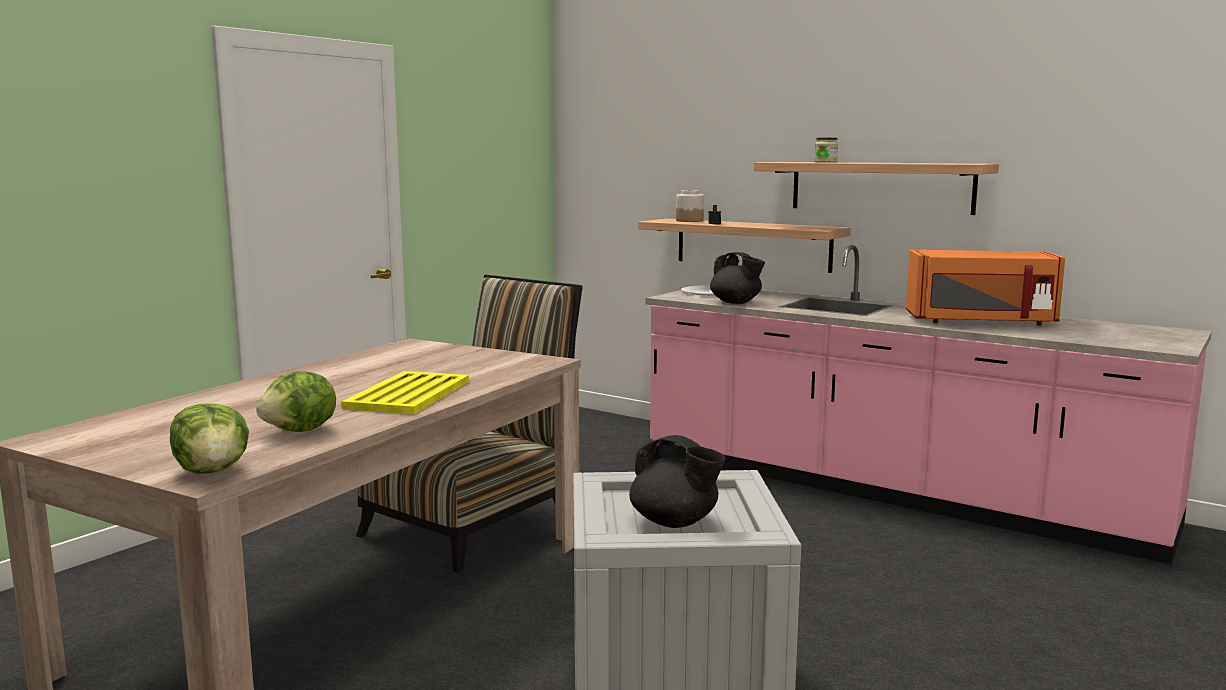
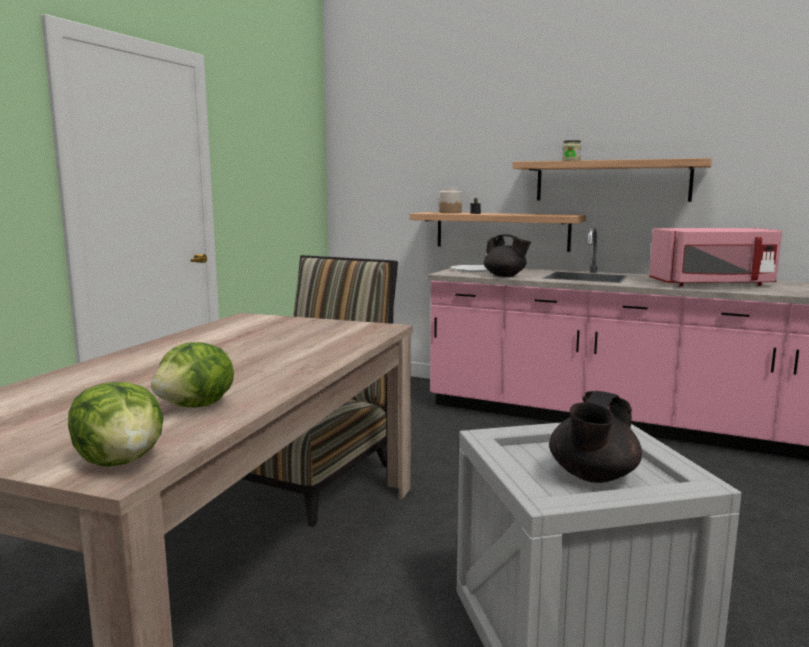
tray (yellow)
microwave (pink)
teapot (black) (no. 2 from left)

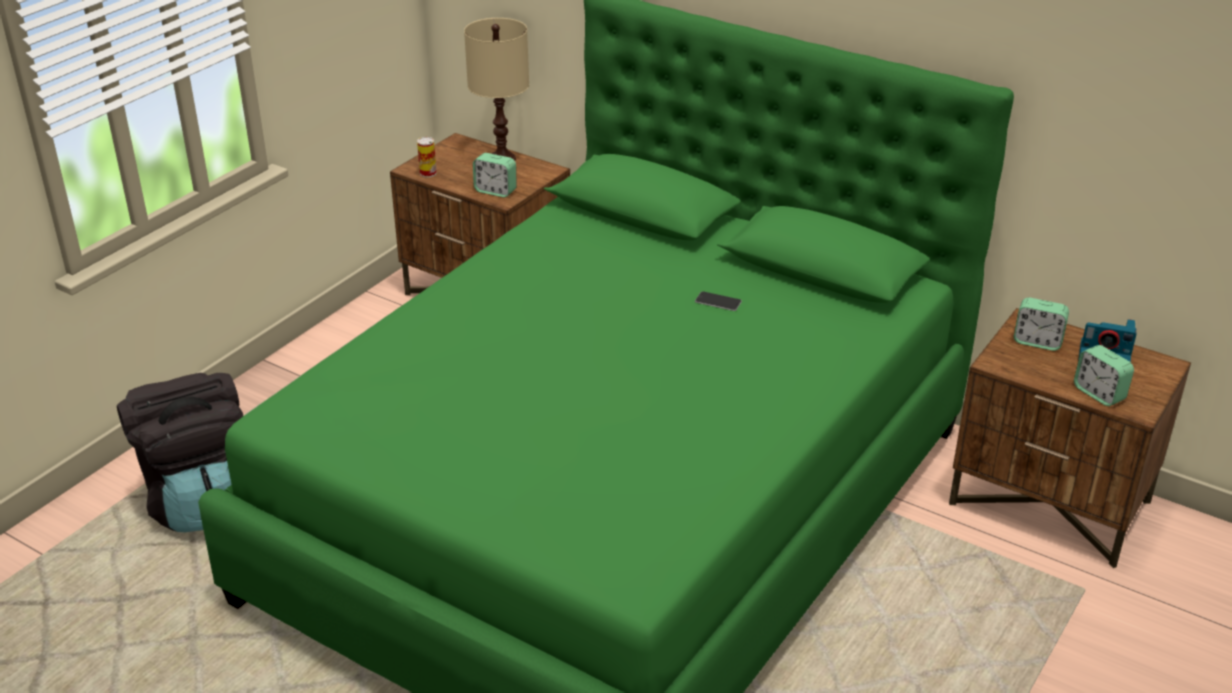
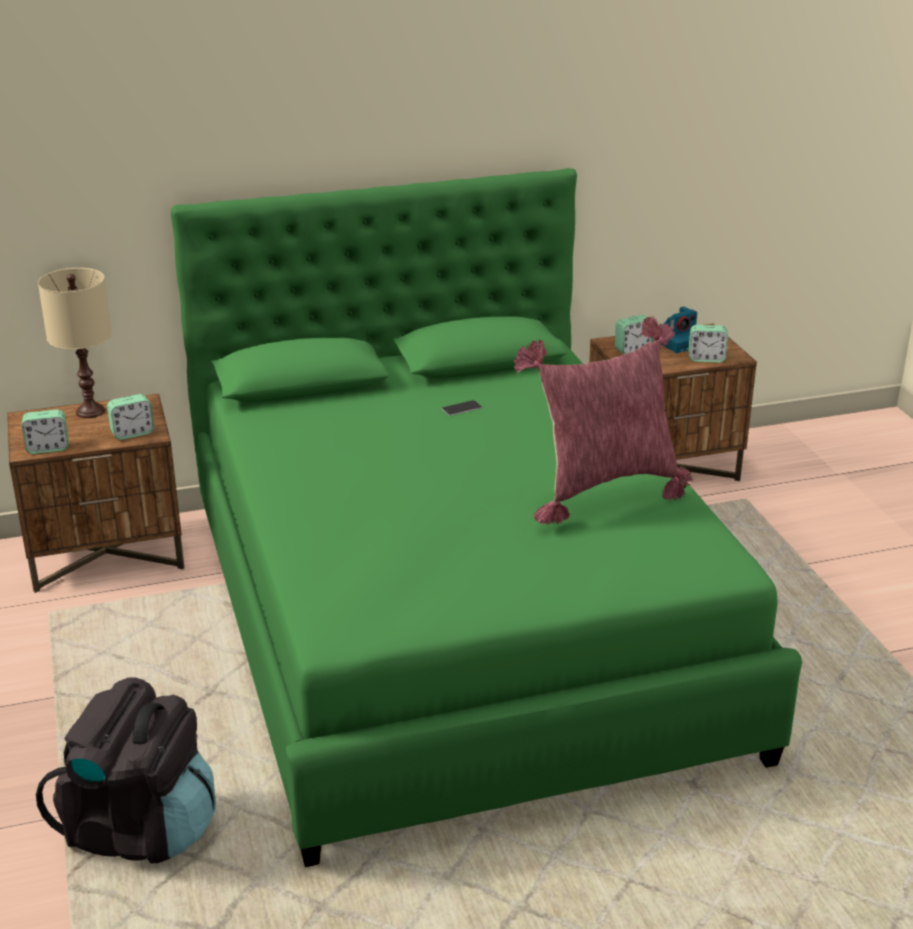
pillow (red)
alarm clock (no. 1 from left)

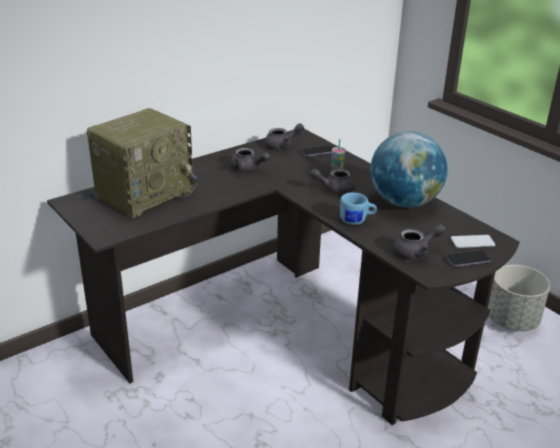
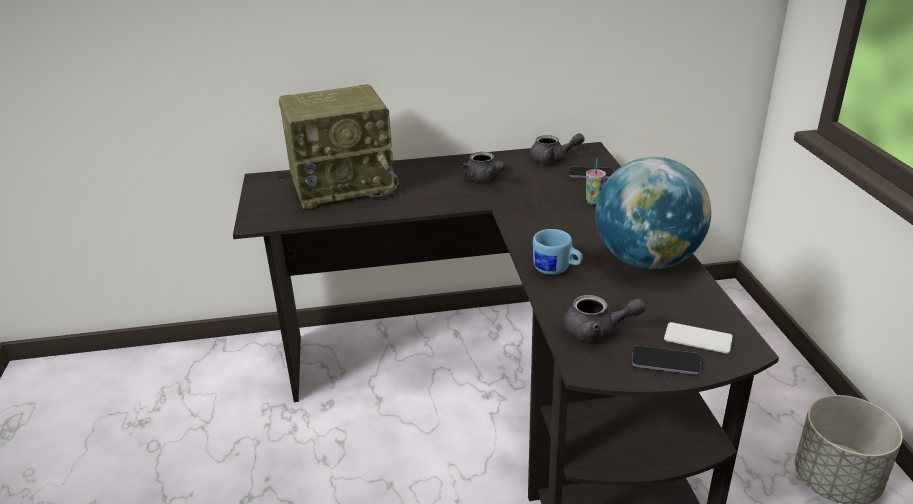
teapot (grey) (no. 3 from left in the first image)

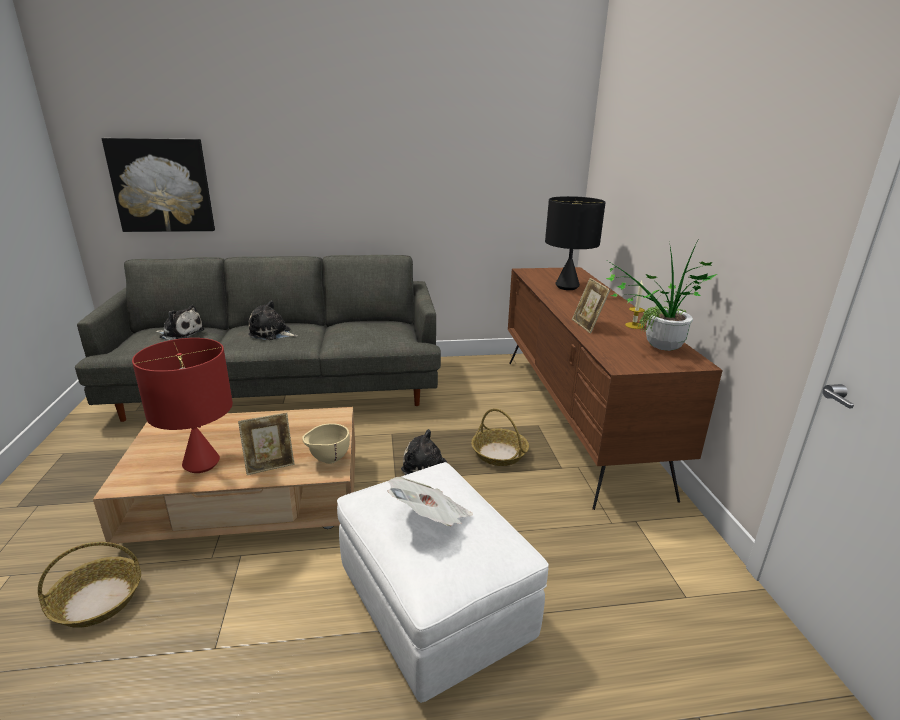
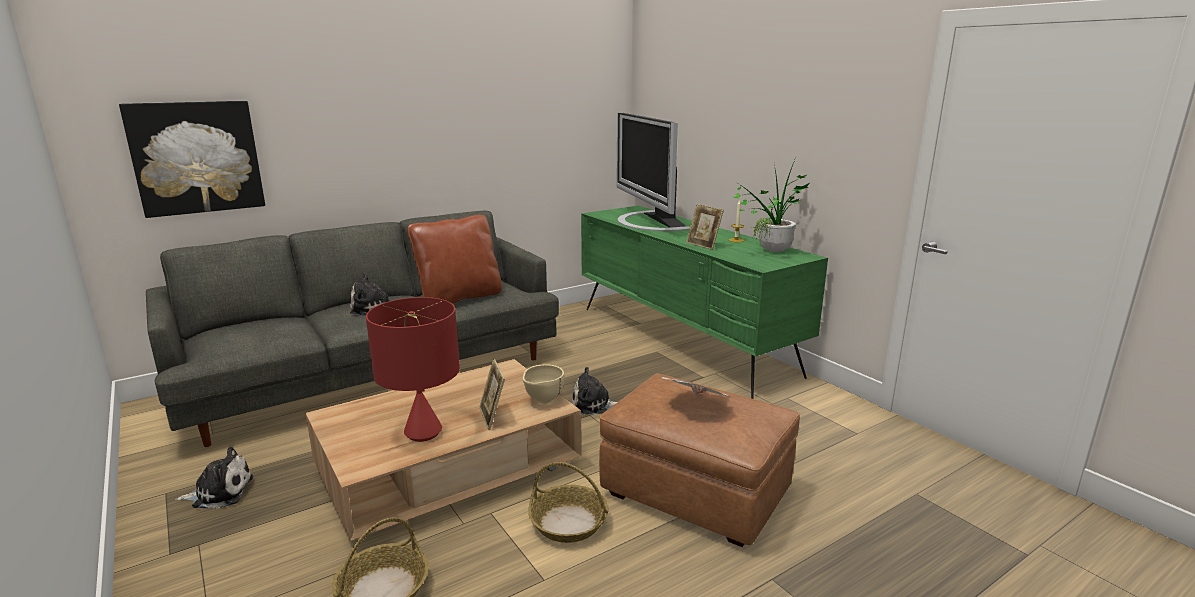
pillow (brown)
plush toy (no. 1 from left)
basket (no. 2 from left)
television
ottoman (brown)
tv stand (green)
picture frame (no. 1 from left)

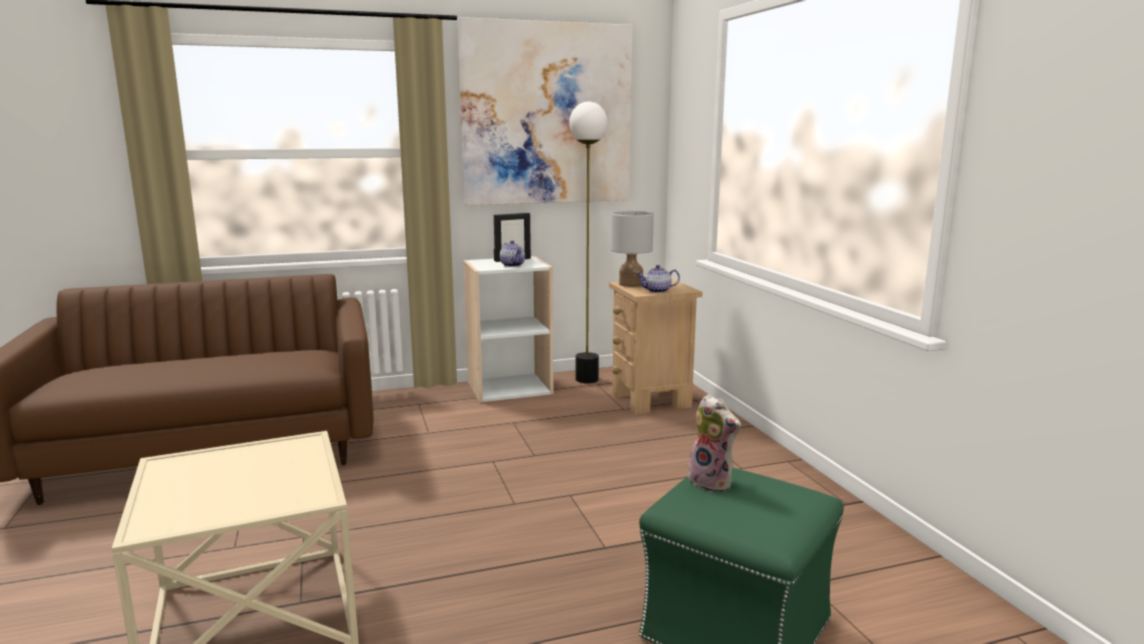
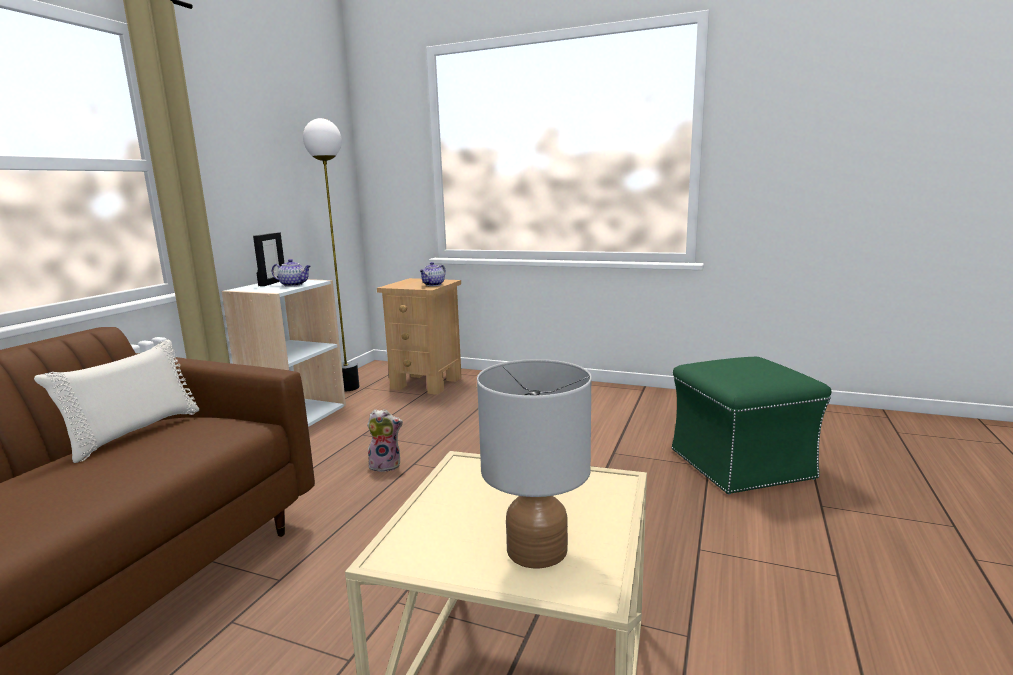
picture
pillow (white)
table lamp (grey)
plush toy

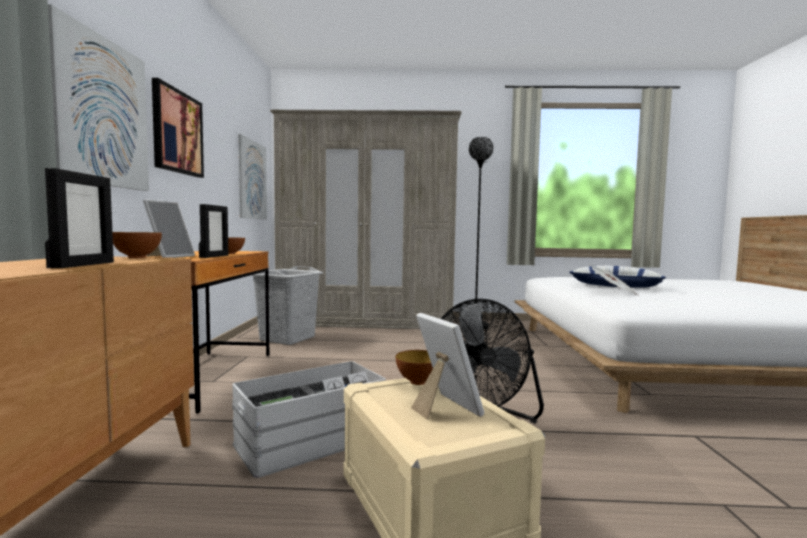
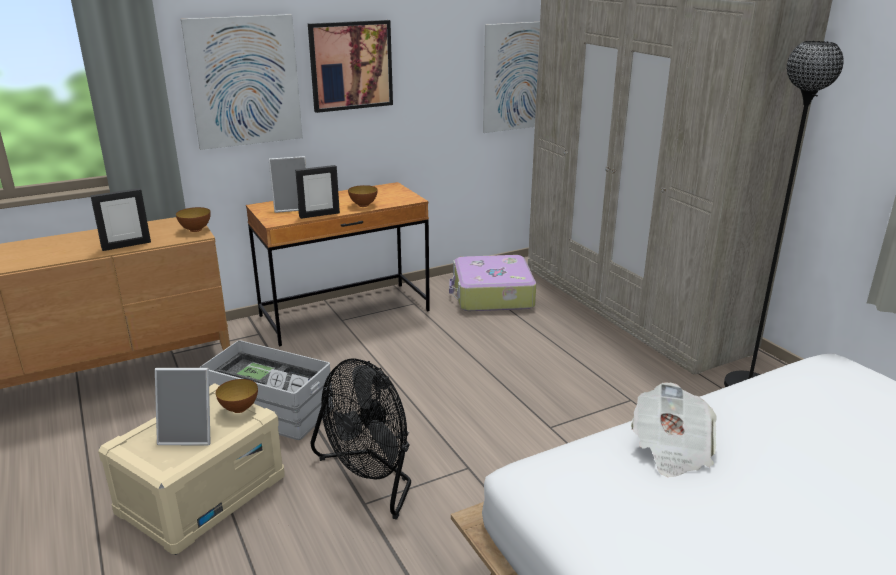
pillow
suitcase
picture frame (no. 2 from left)

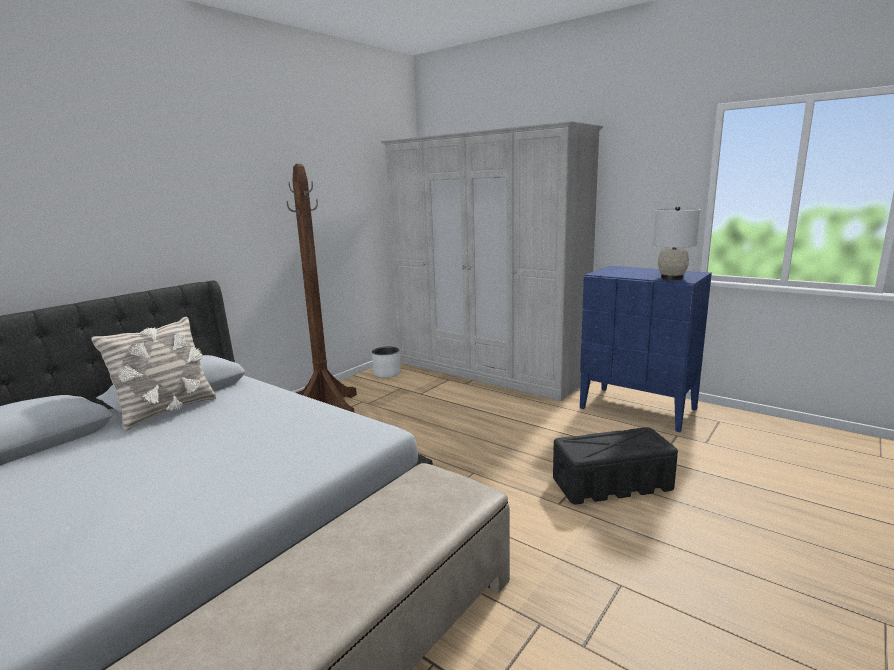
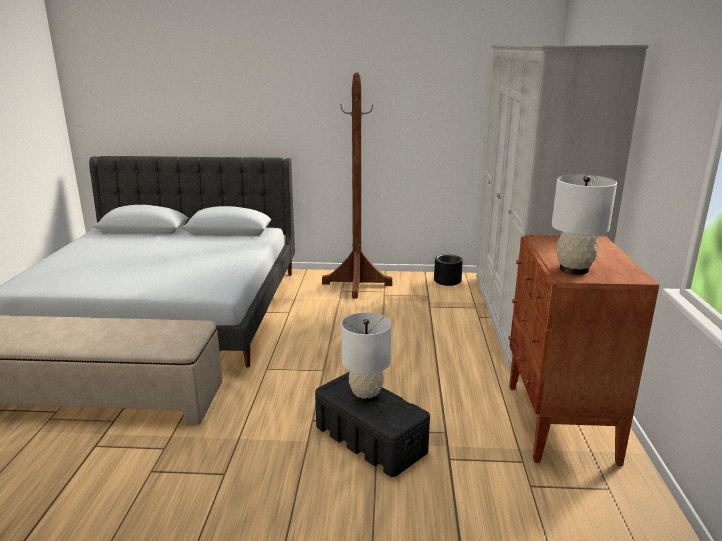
pillow (beige)
table lamp (white) (no. 1 from left)
planter (black)
dresser (brown)

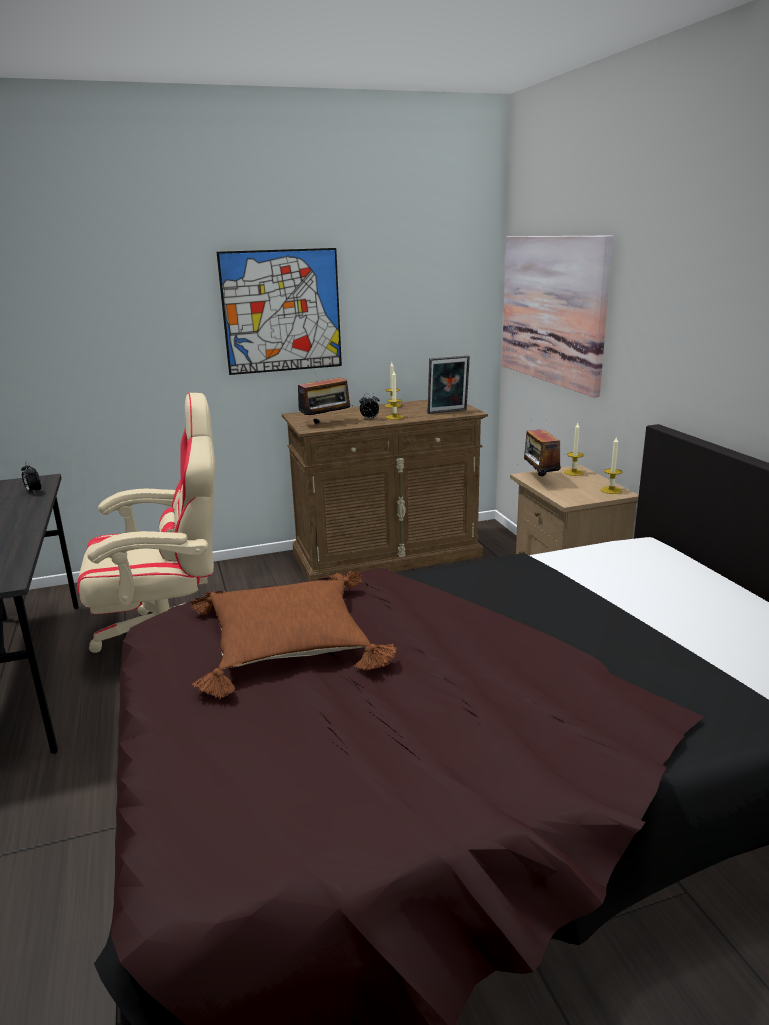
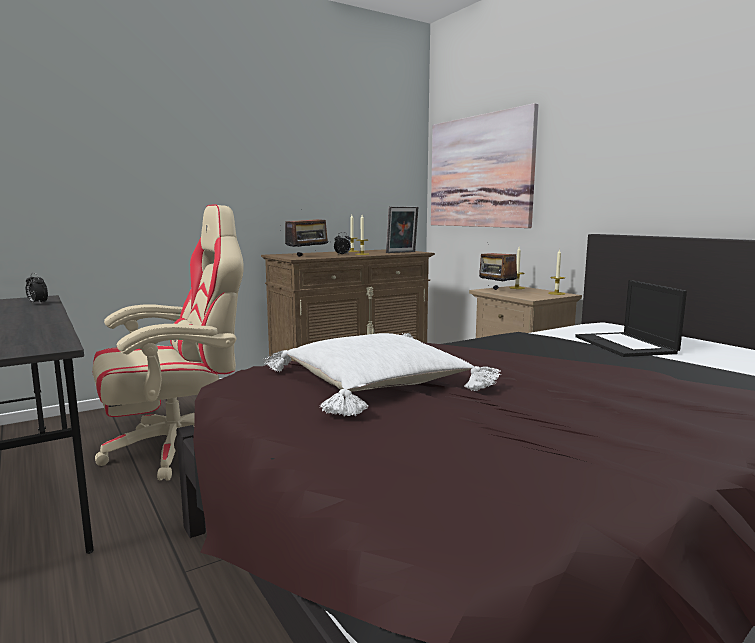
picture (no. 1 from left in the first image)
laptop
pillow (white)

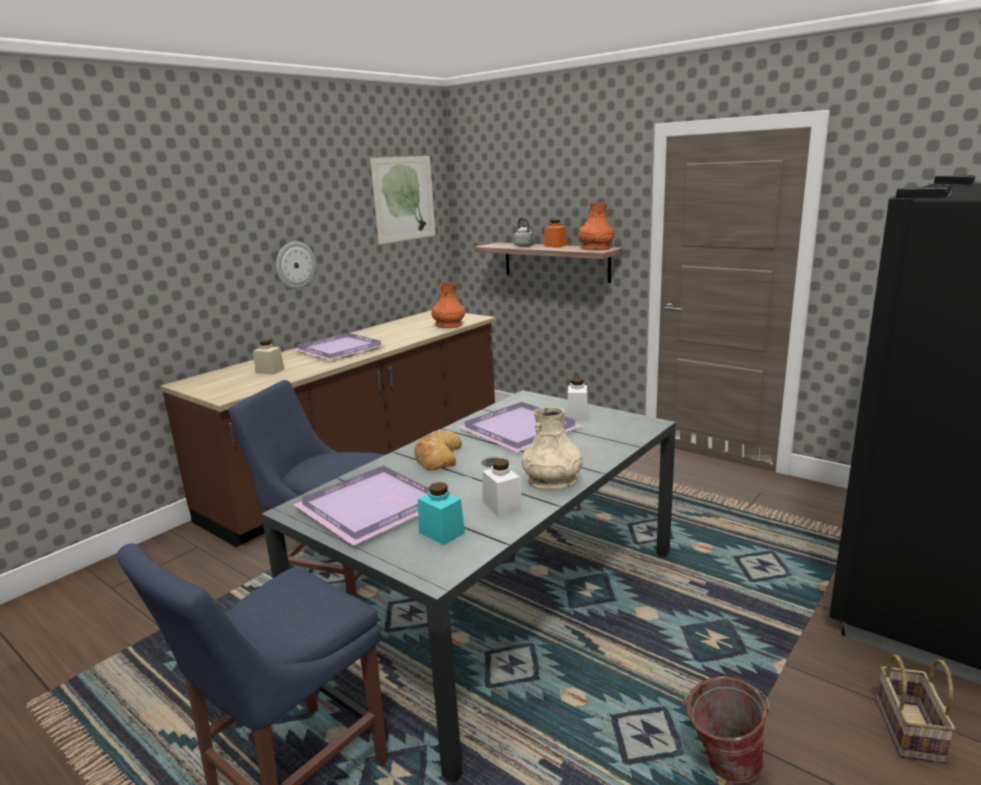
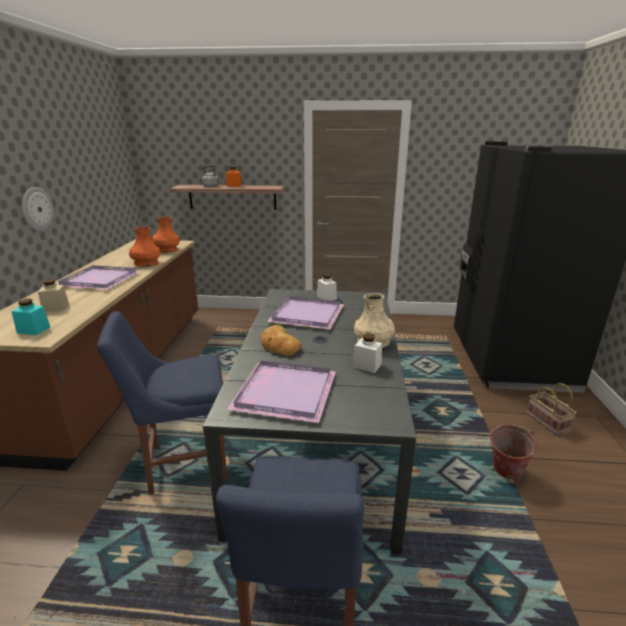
picture
jar (turquoise)
vase (orange) (no. 1 from left)

